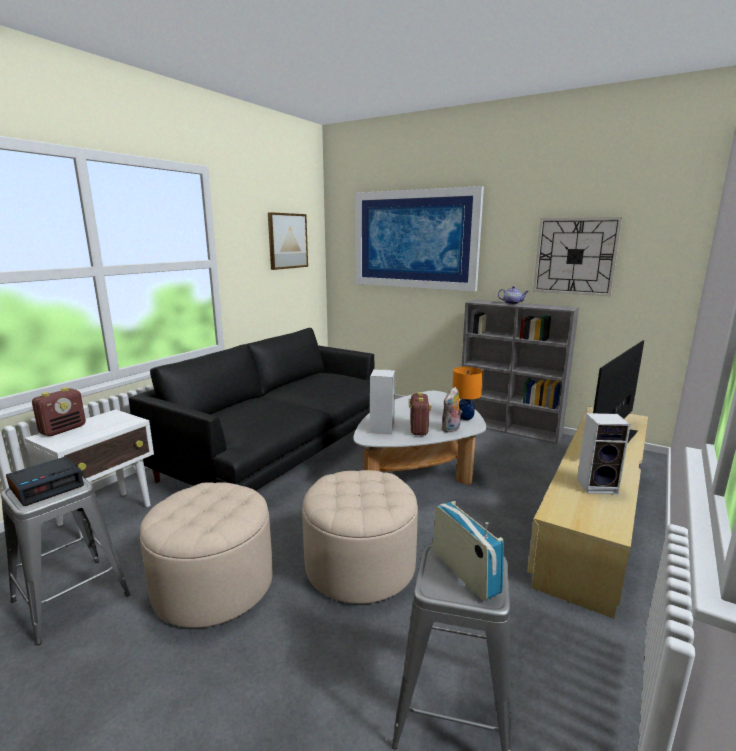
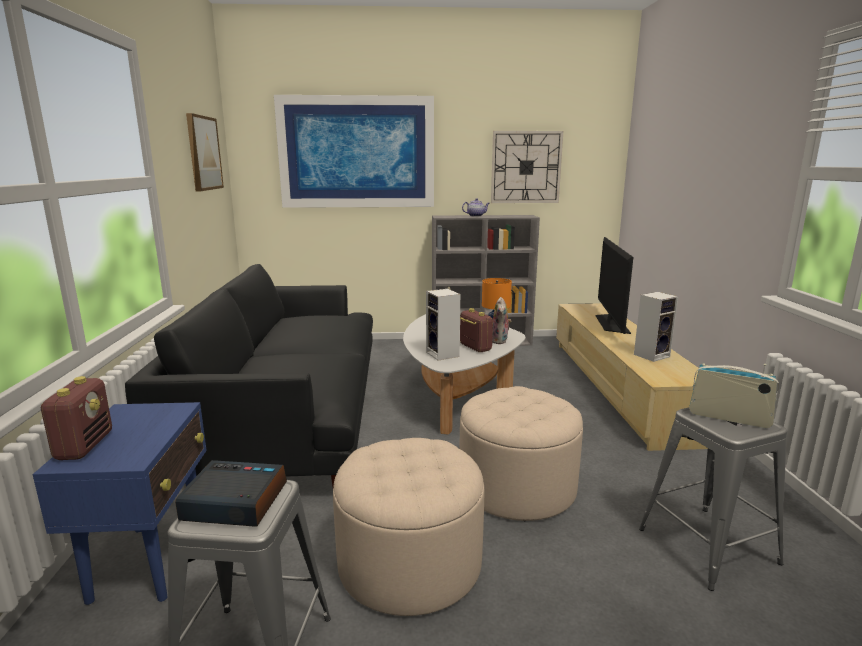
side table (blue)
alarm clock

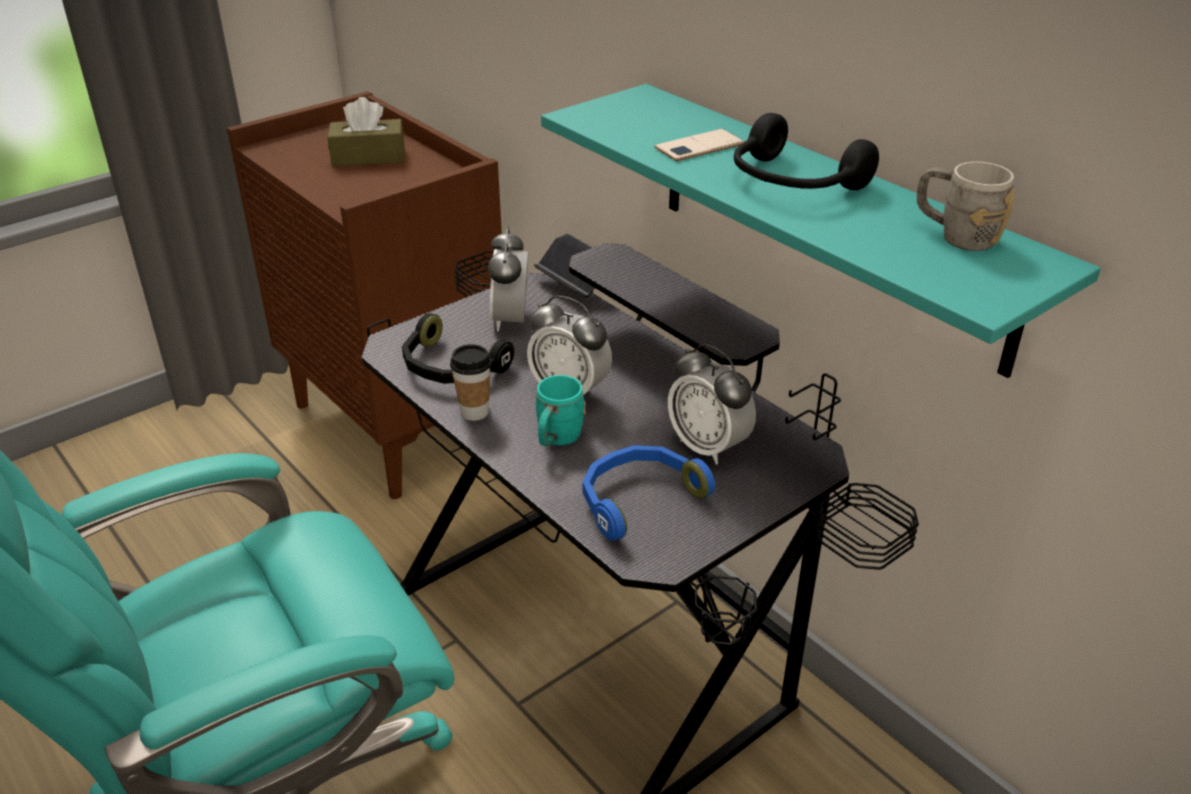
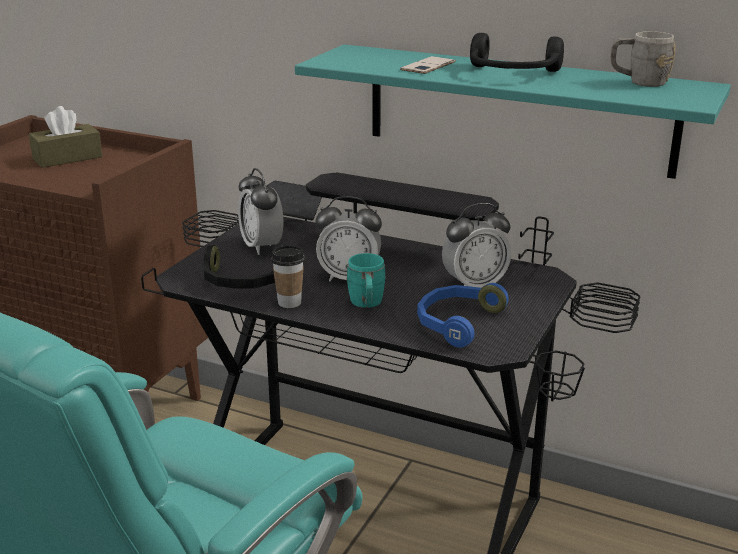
alarm clock (no. 3 from left)

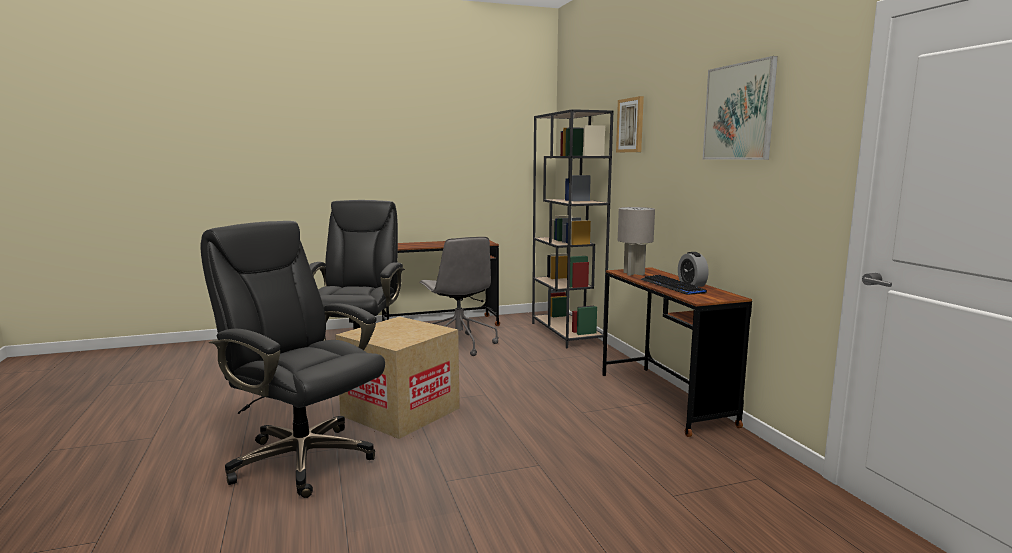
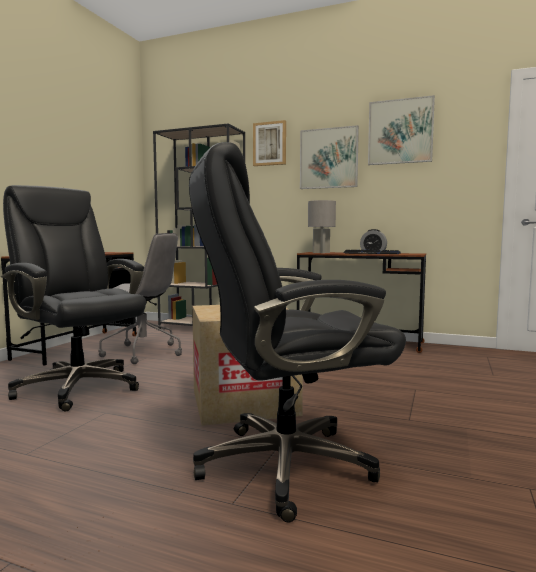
picture (no. 2 from left)

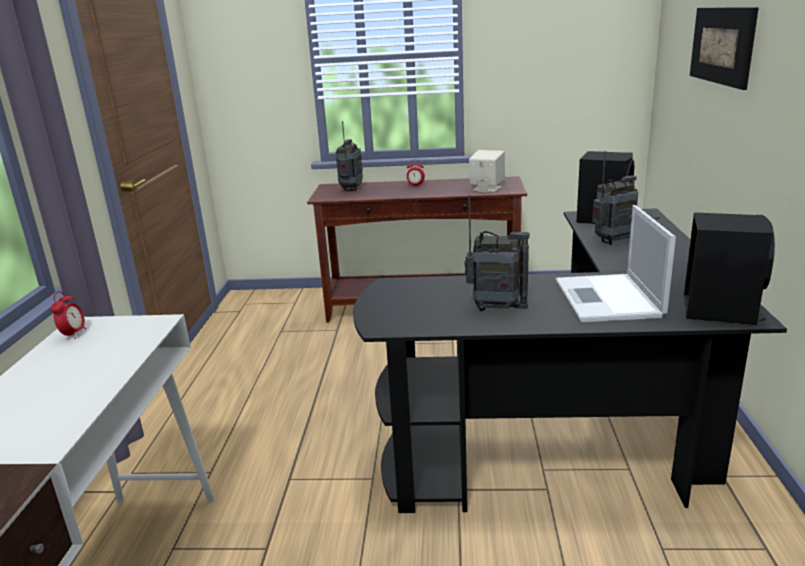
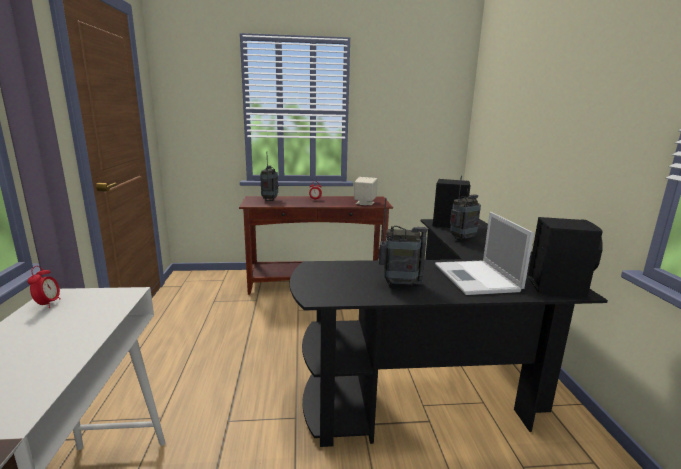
picture

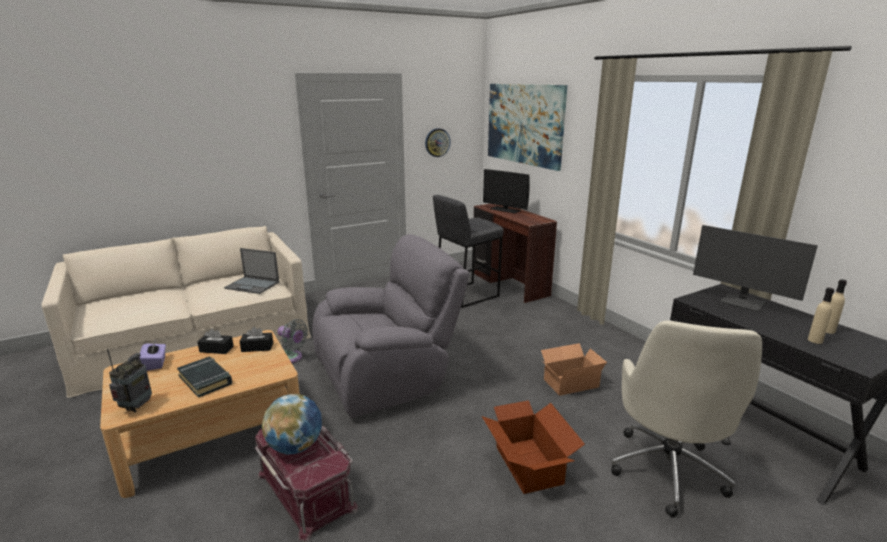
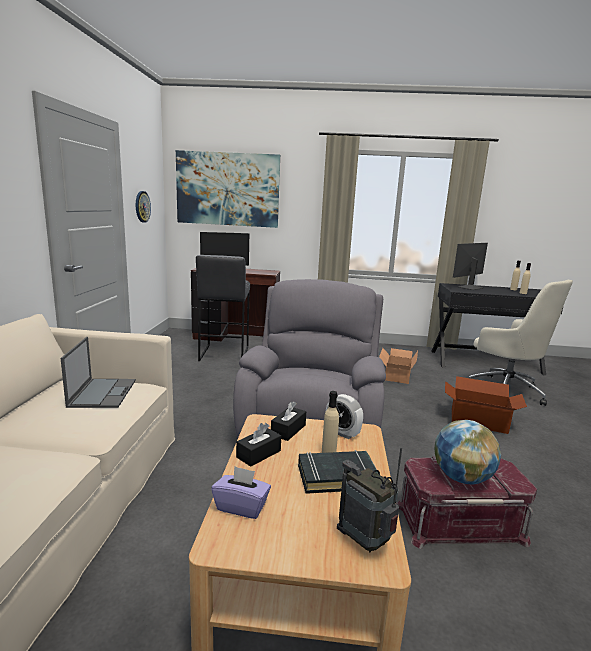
fan (grey)
bottle (beige) (no. 1 from left)
alarm clock
laptop
monitor (no. 2 from left)

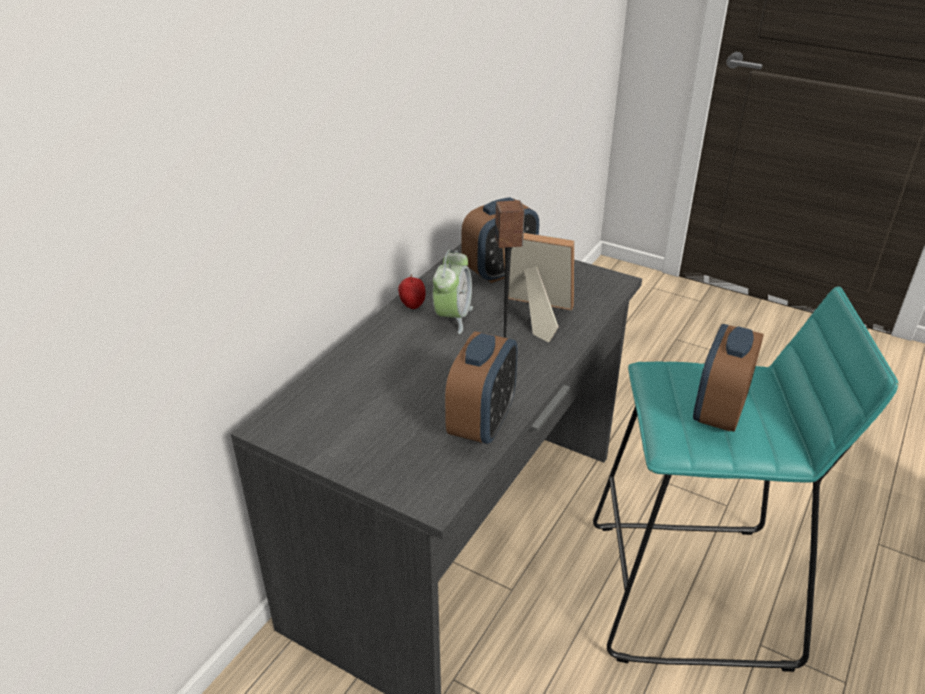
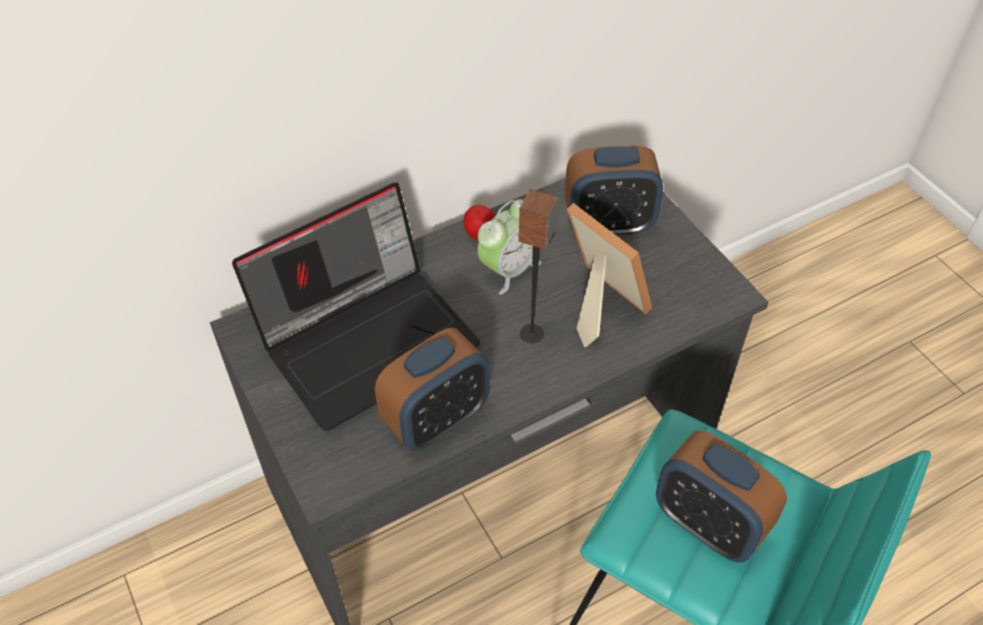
laptop
alarm clock (no. 4 from left)

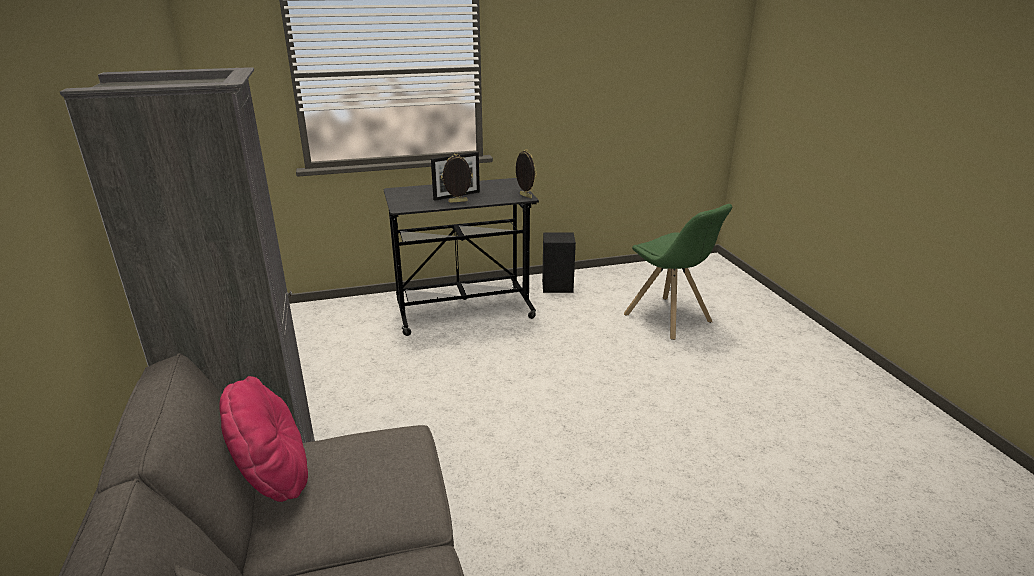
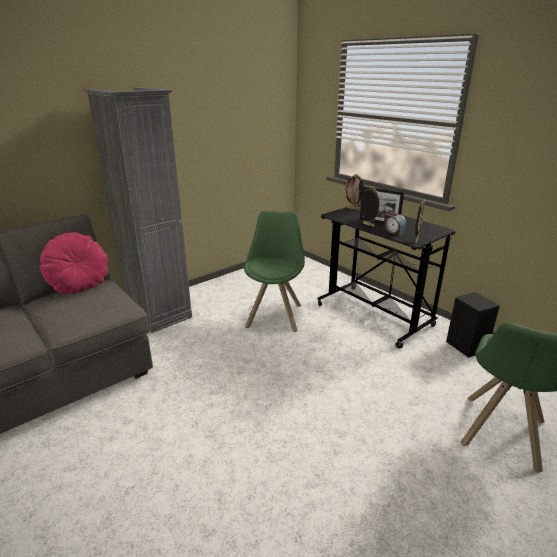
chair (green) (no. 1 from left)
picture frame (no. 1 from left)
alarm clock

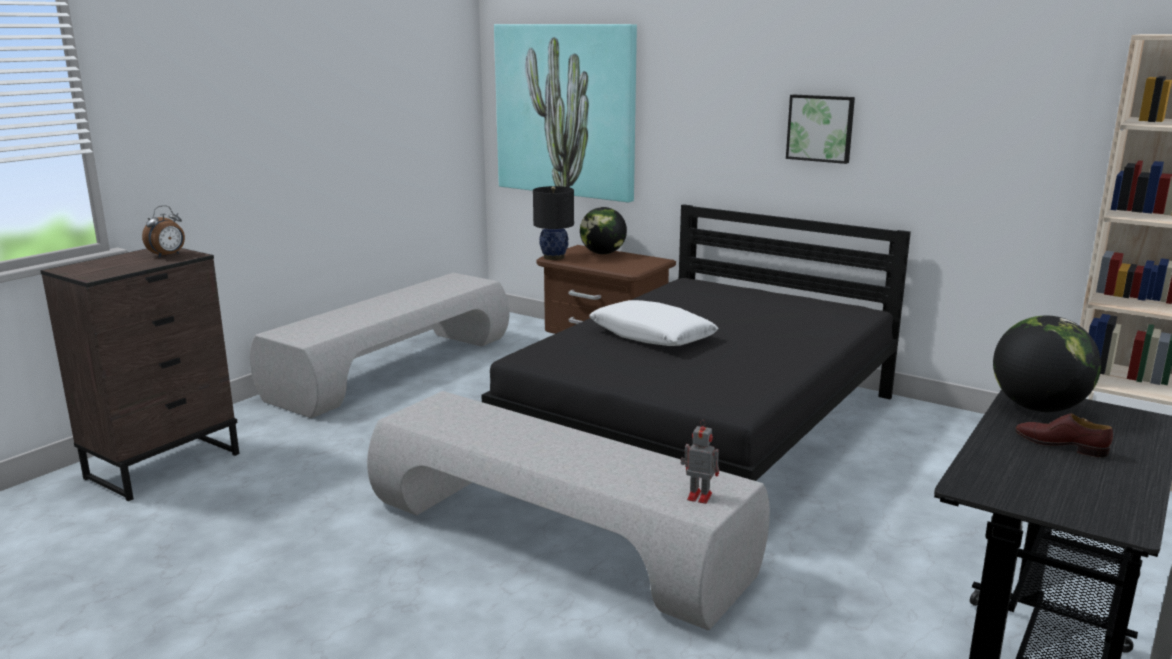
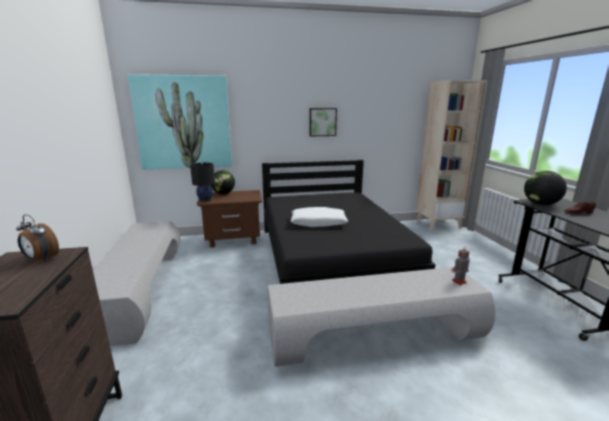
alarm clock

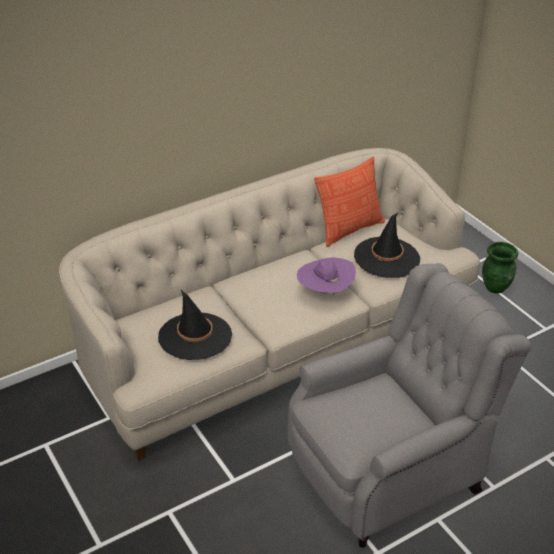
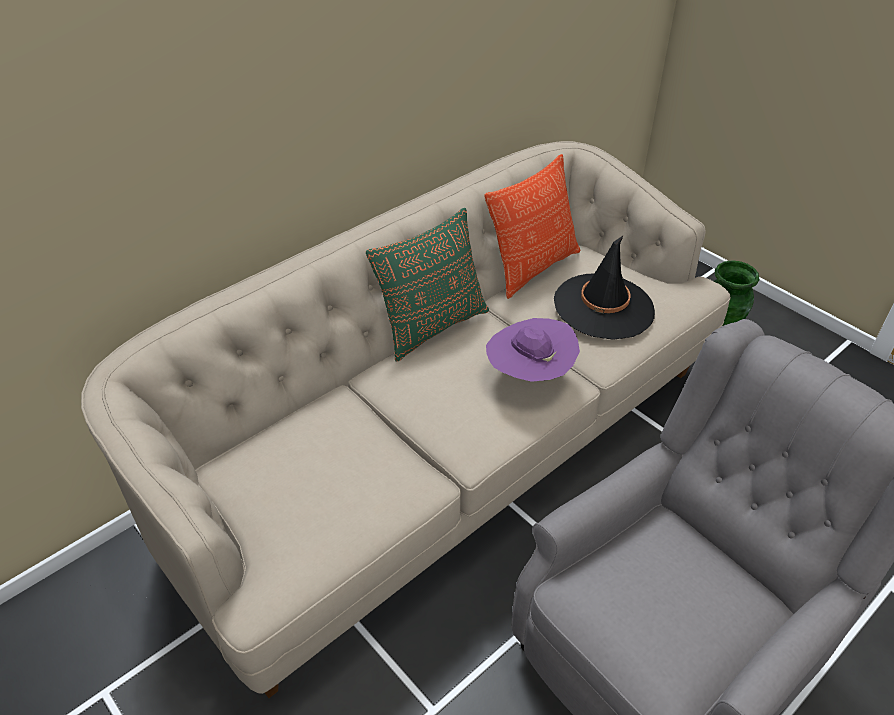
hat (black) (no. 1 from left in the first image)
pillow (green)

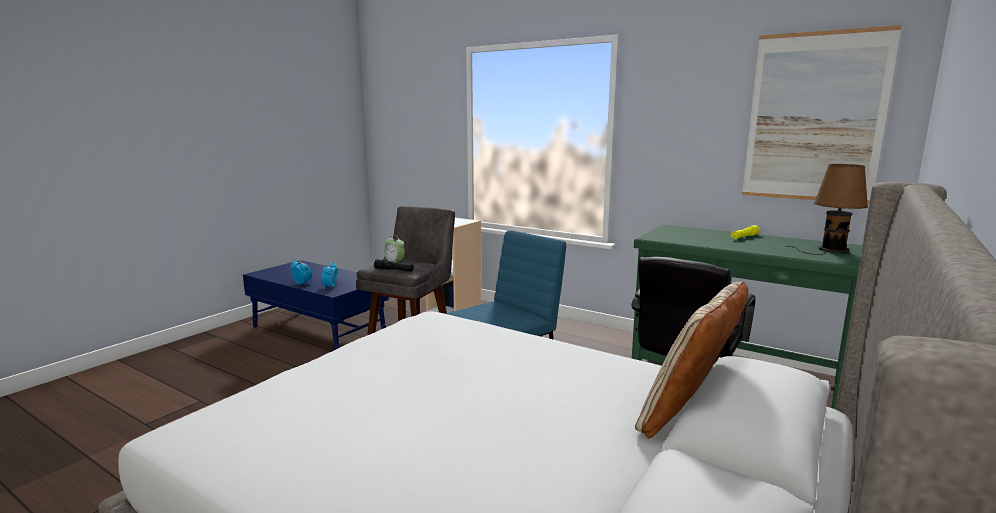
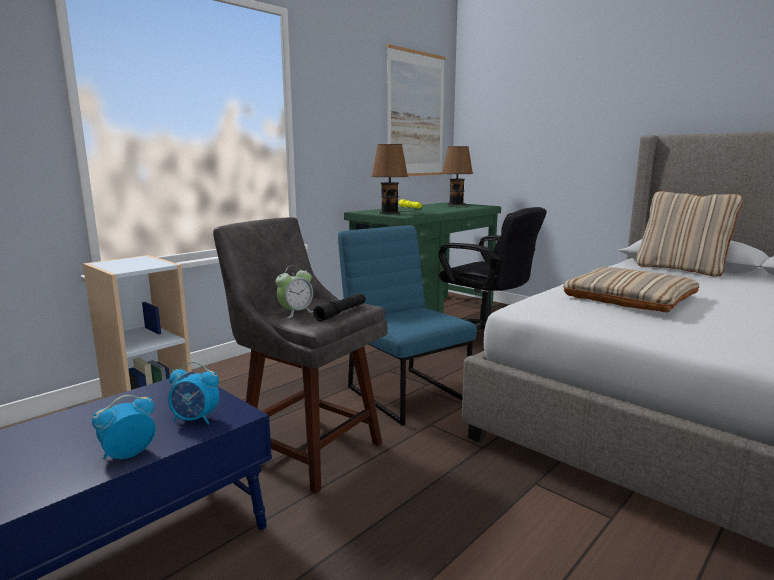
table lamp (brown) (no. 1 from left)
pillow (beige) (no. 1 from left)

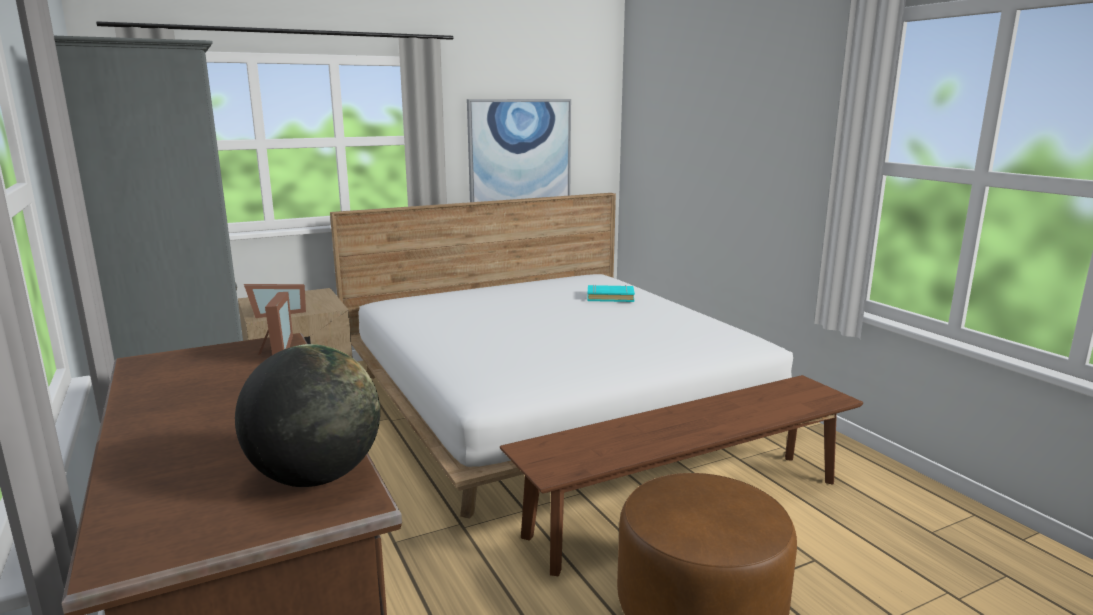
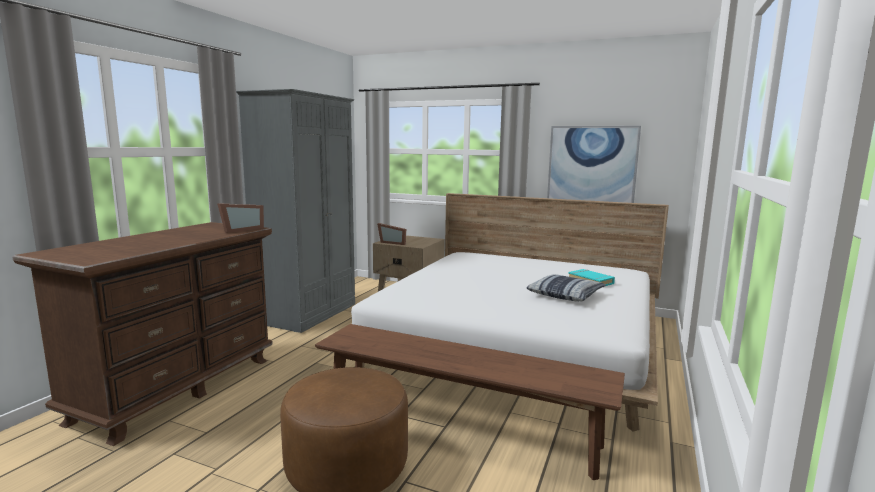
globe
pillow

